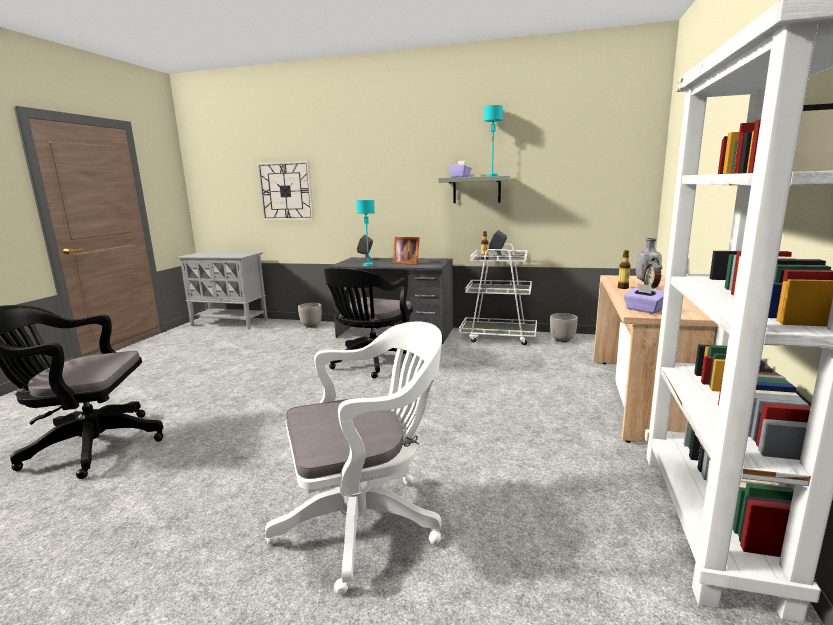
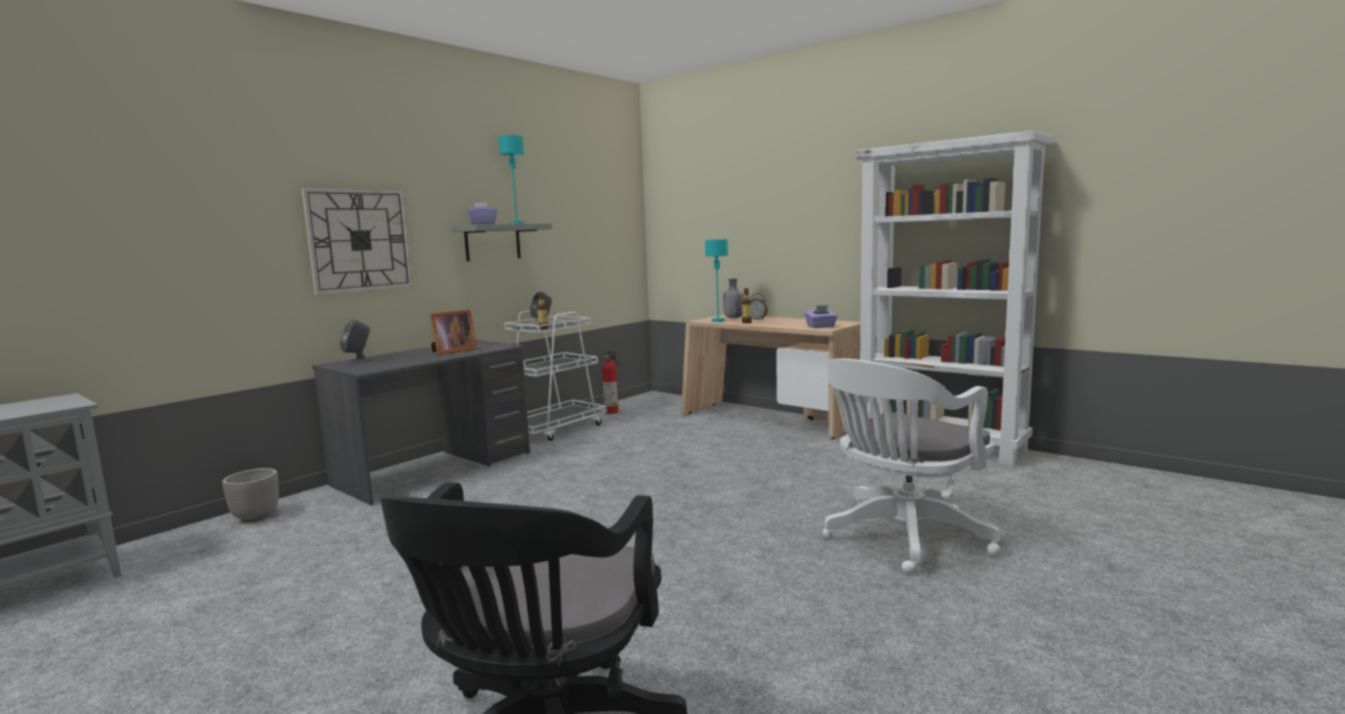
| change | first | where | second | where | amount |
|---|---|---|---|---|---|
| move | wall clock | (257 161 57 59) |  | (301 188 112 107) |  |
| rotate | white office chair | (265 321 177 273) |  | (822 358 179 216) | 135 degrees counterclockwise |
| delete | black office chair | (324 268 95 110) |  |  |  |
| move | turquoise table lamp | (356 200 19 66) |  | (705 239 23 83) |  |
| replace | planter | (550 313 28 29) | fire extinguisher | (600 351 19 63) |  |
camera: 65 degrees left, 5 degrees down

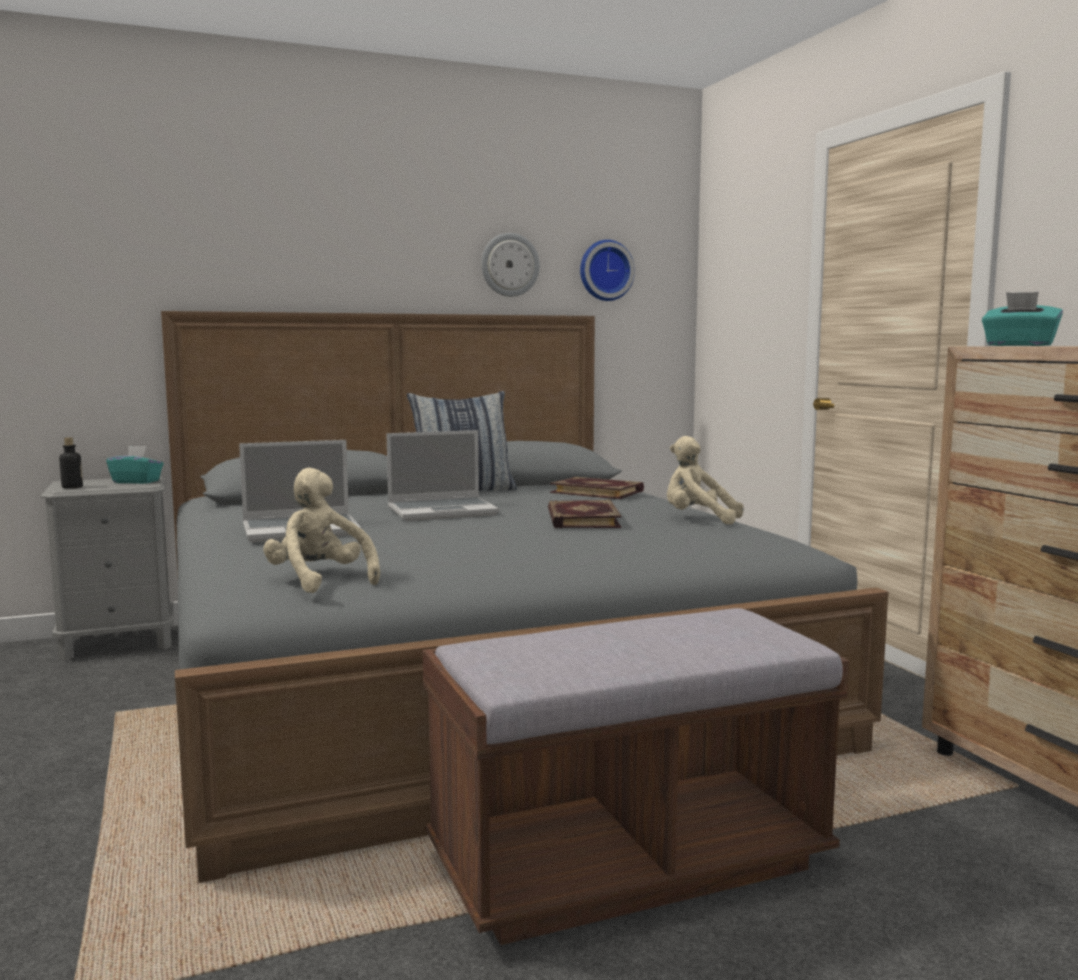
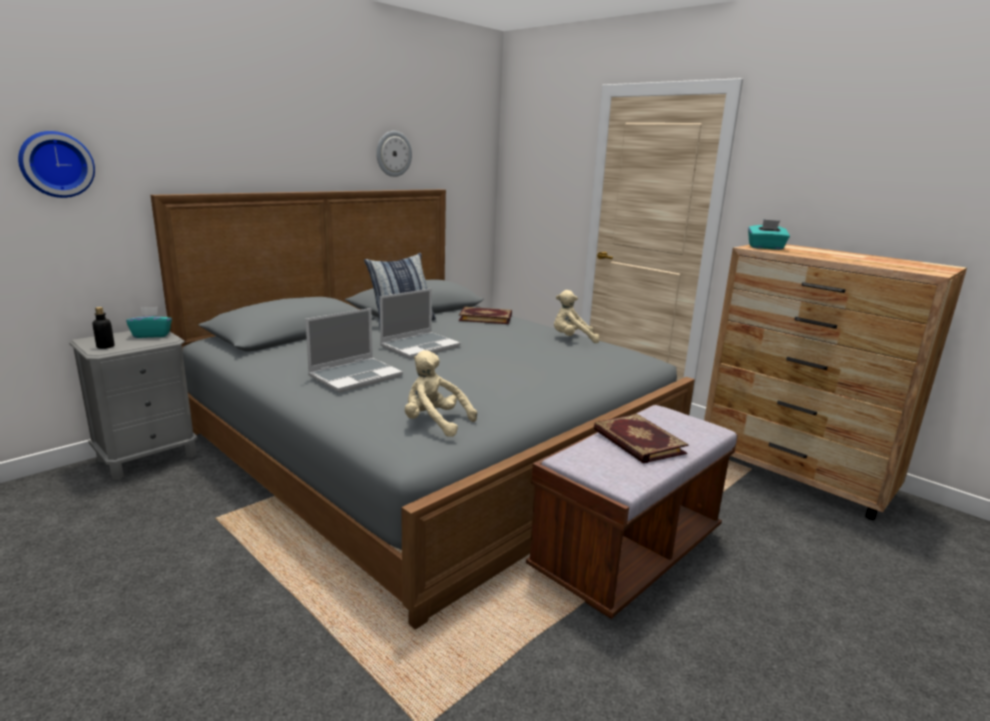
| change | first | where | second | where | amount |
|---|---|---|---|---|---|
| move | book | (548 500 74 28) |  | (594 414 95 49) |  |
| move | wall clock | (580 240 55 61) |  | (18 131 77 67) |  |
camera: 25 degrees left, 10 degrees up

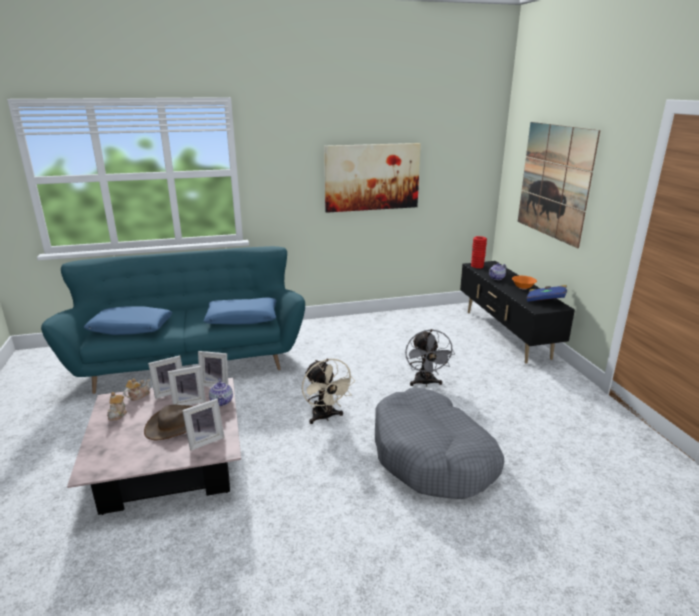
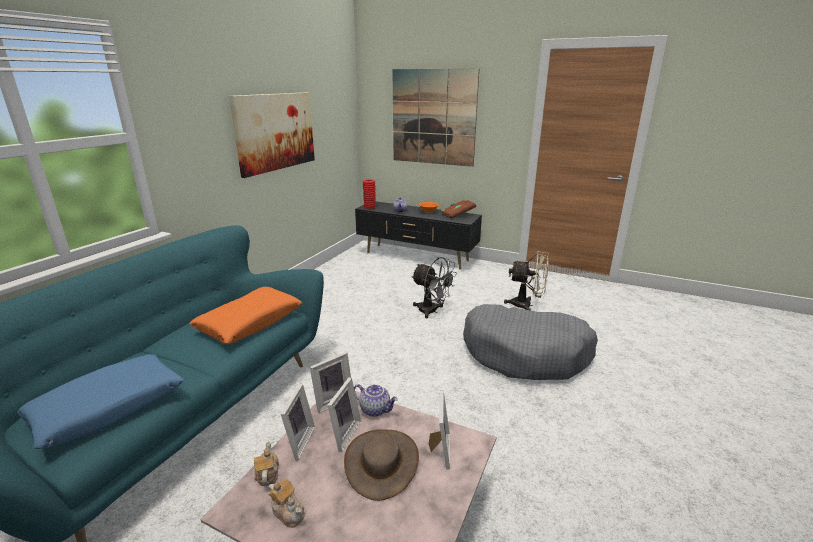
| change | first | where | second | where | amount |
|---|---|---|---|---|---|
| recolor | blue pillow | (204 298 73 27) | orange pillow | (189 287 113 57) |  |
| move | beige fan | (302 359 53 65) |  | (504 251 45 60) |  |
| recolor | blue book | (527 285 40 17) | brown book | (441 199 35 20) |  |
camera: 50 degrees left, 0 degrees up

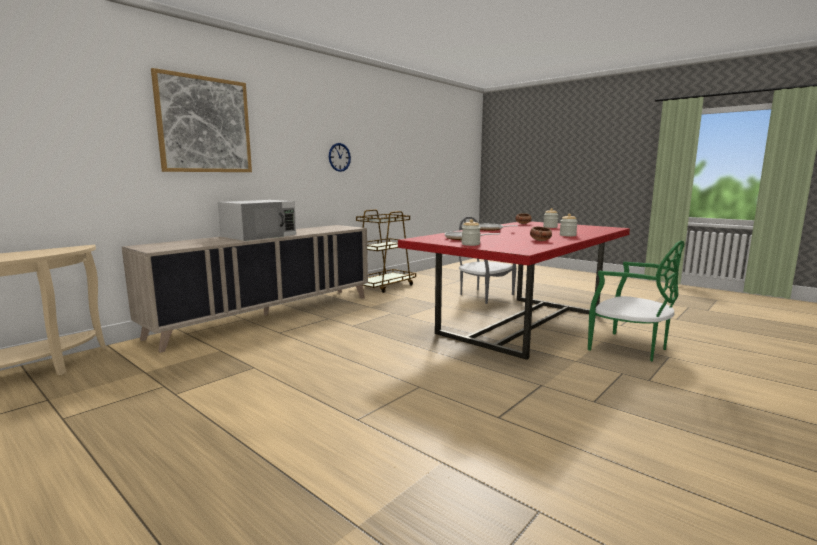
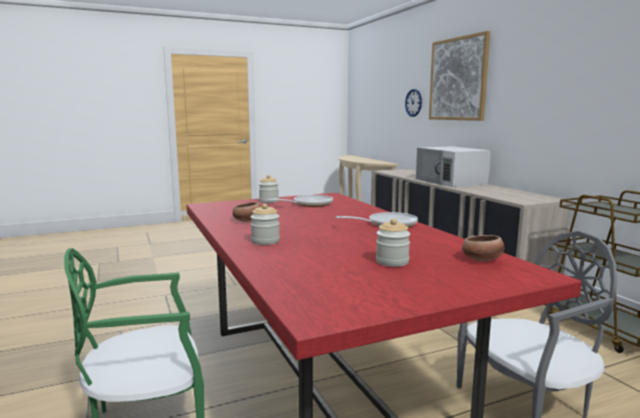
| change | first | where | second | where | amount |
|---|---|---|---|---|---|
| move | wall clock | (329 143 22 29) |  | (405 89 17 28) |  |
camera: 115 degrees right, 0 degrees up

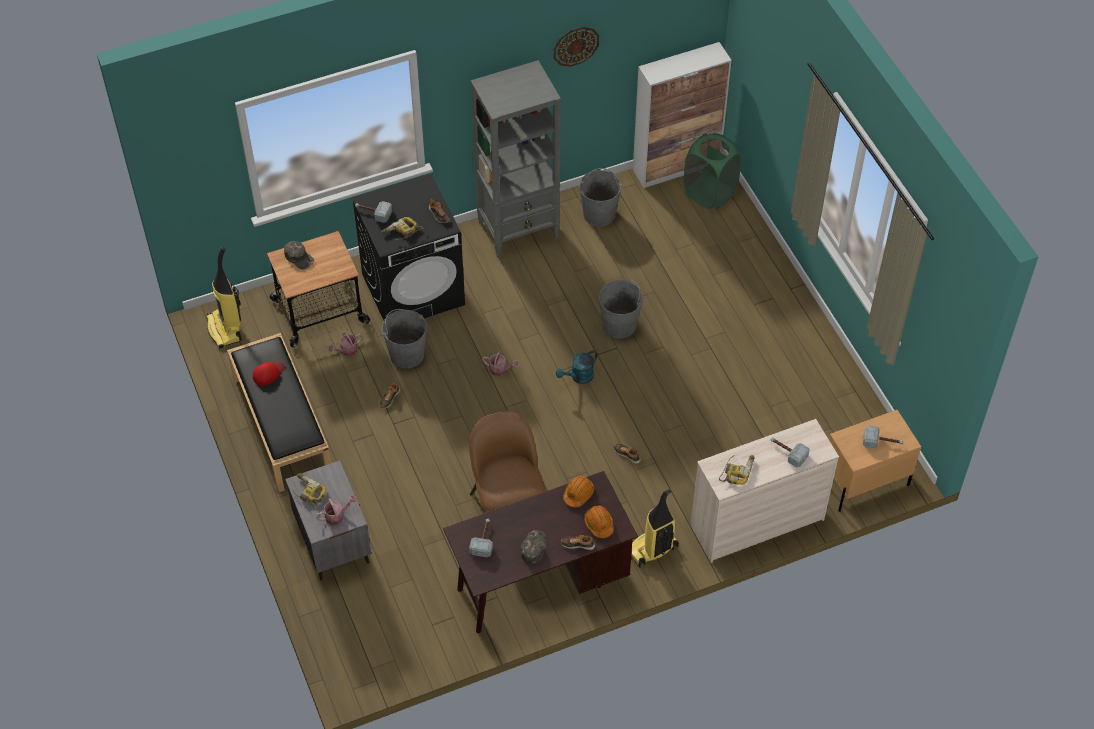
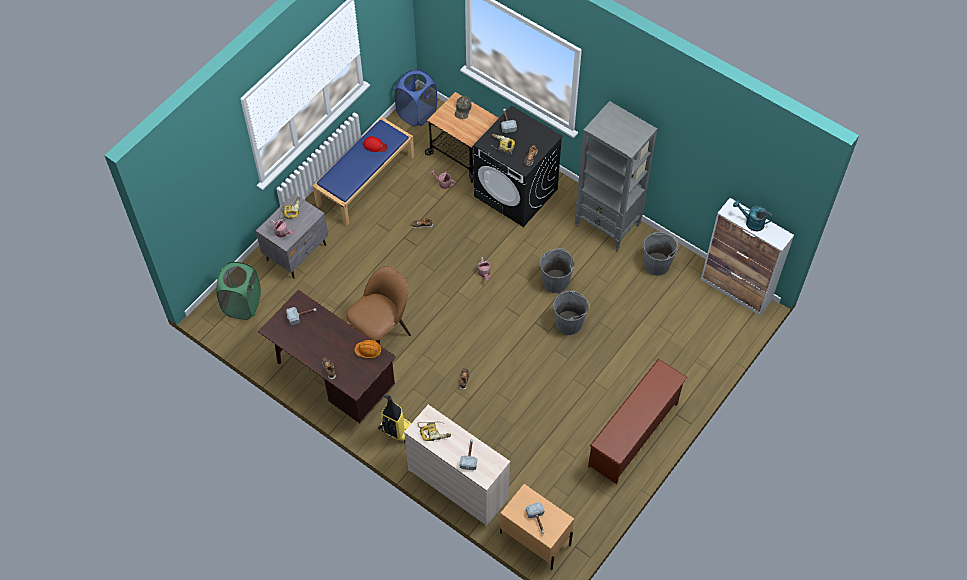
| change | first | where | second | where | amount |
|---|---|---|---|---|---|
| replace | vacuum cleaner | (206 247 36 102) | blue laundry basket | (395 69 42 58) |  |
| recolor | black bench | (227 333 104 159) | blue bench | (312 117 102 109) |  |
| move | grey bucket | (382 309 45 60) |  | (540 248 34 45) |  |
| delete | green cap | (520 530 27 34) |  |  |  |
| delete | wall clock | (553 27 46 40) |  |  |  |
| move | turquoise watering can | (556 350 41 34) |  | (733 200 39 31) |  |
| delete | orange hard hat | (584 505 30 33) |  |  |  |
| move | green laundry basket | (683 133 58 76) |  | (216 262 45 58) |  |
| insert |  |  | brown shoe rack | (588 359 99 125) |  |
camera: 60 degrees right, 5 degrees up

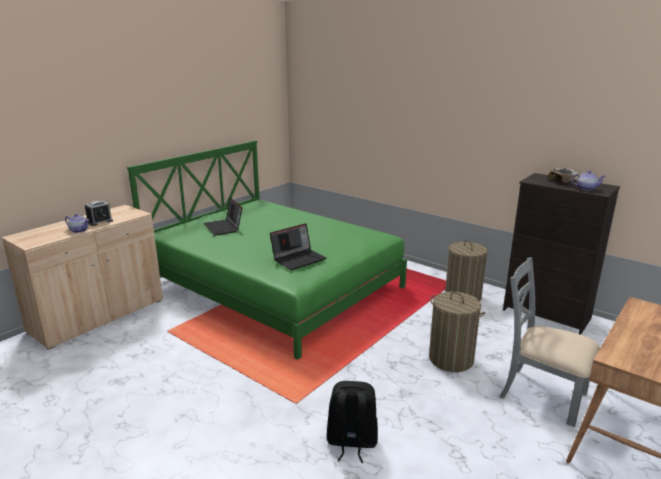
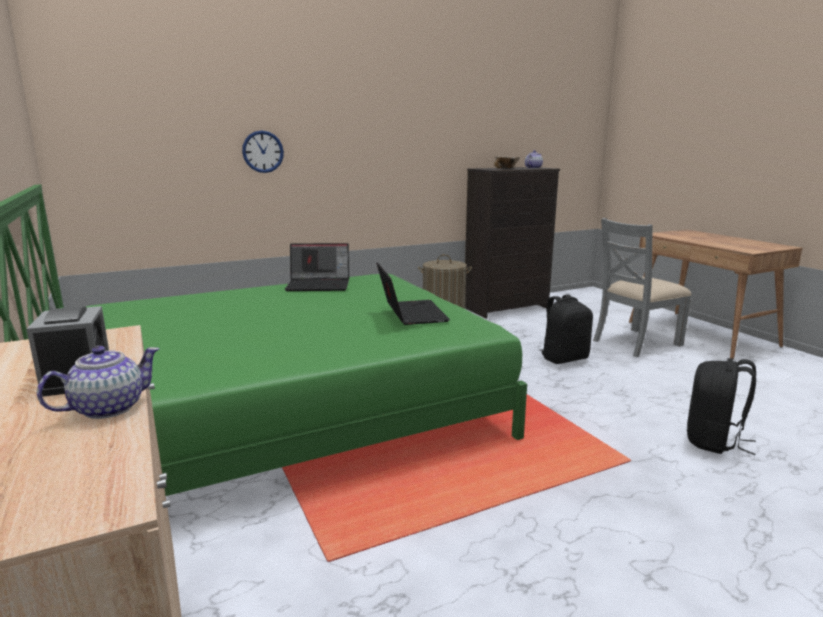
| change | first | where | second | where | amount |
|---|---|---|---|---|---|
| move | laptop | (204 198 38 38) |  | (285 243 64 48) |  |
| replace | laundry basket | (429 292 56 80) | black backpack | (540 295 53 69) |  |
| insert |  |  | wall clock | (242 131 42 42) |  |
camera: 65 degrees left, 5 degrees down

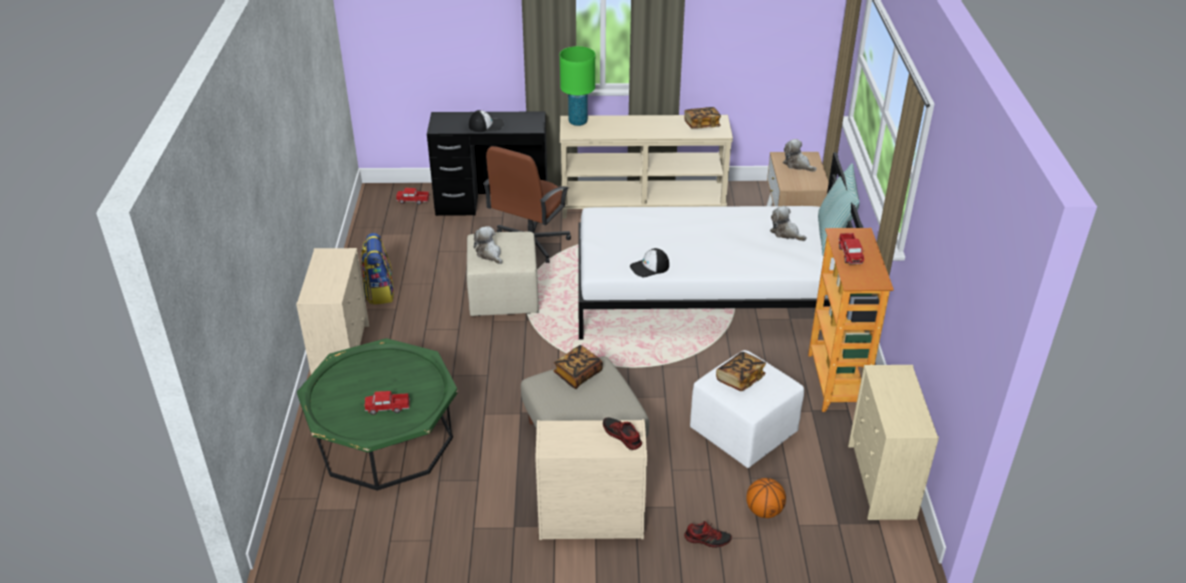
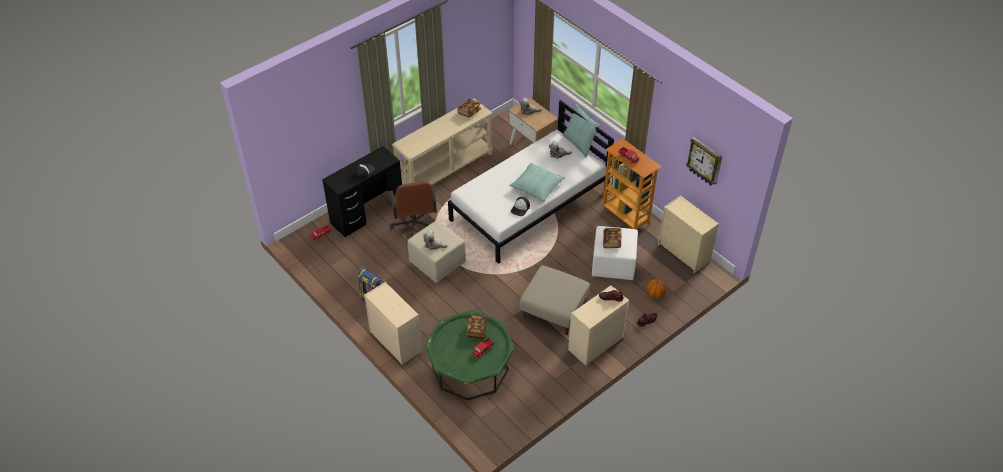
| change | first | where | second | where | amount |
|---|---|---|---|---|---|
| move | book | (554 345 49 44) |  | (466 315 21 24) |  |
| delete | green table lamp | (560 46 35 80) |  |  |  |
| insert |  |  | pillow | (509 163 56 39) |  |
| insert |  |  | wall clock | (686 137 36 49) |  |
camera: 40 degrees left, 10 degrees up

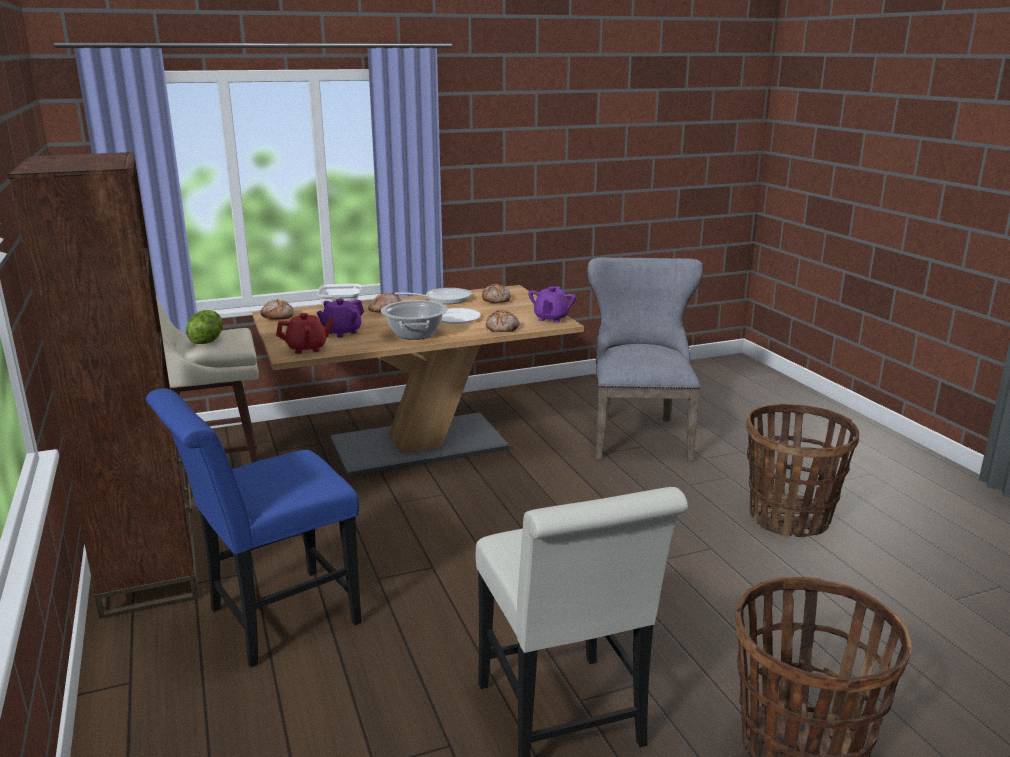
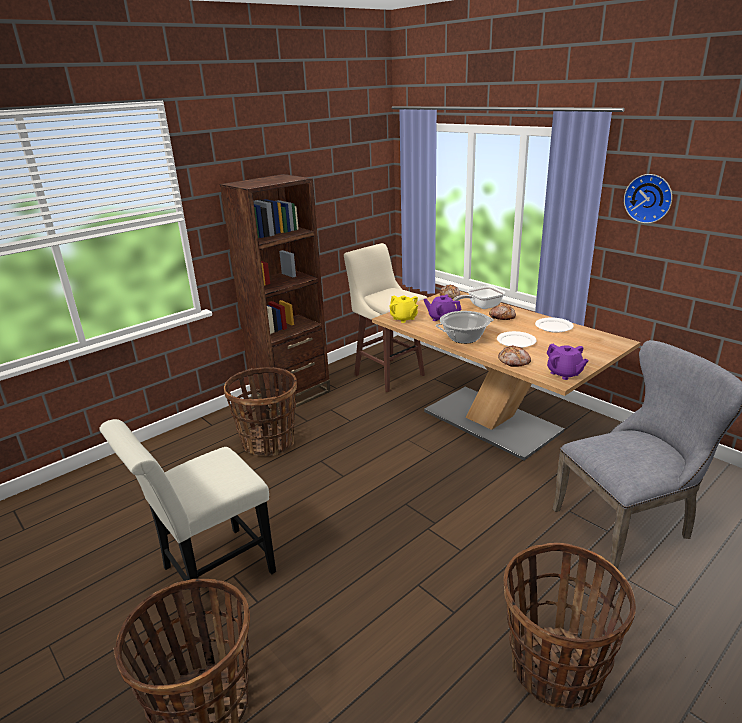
| change | first | where | second | where | amount |
|---|---|---|---|---|---|
| replace | blue chair | (146 388 216 279) | basket | (224 367 73 89) |  |
| delete | lettuce | (186 310 37 34) |  |  |  |
| recolor | red teapot | (276 313 58 41) | yellow teapot | (389 295 29 28) |  |
| replace | frying pan | (395 288 76 16) | white plate | (535 317 39 16) |  |
| delete | bread | (482 284 28 19) |  |  |  |
| rotate | purple teapot | (528 286 48 37) |  | (547 344 42 36) | 120 degrees counterclockwise |
| insert |  |  | wall clock | (624 174 48 50) |  |
camera: 70 degrees right, 5 degrees up

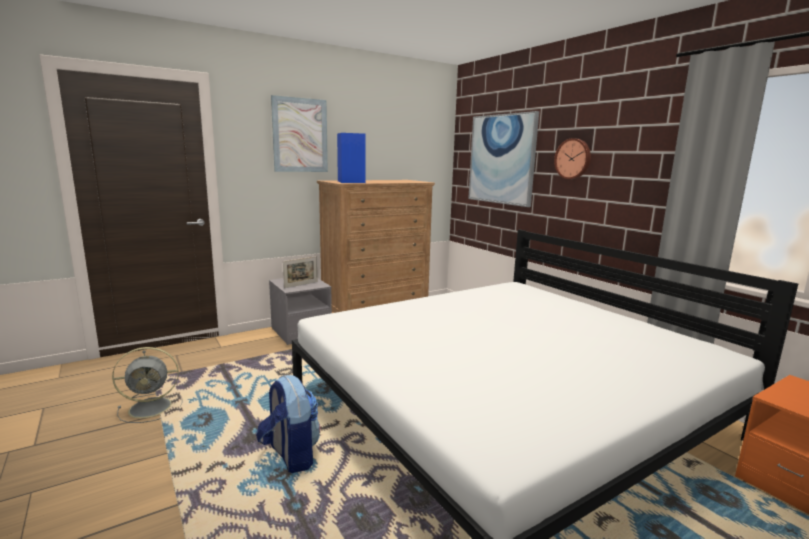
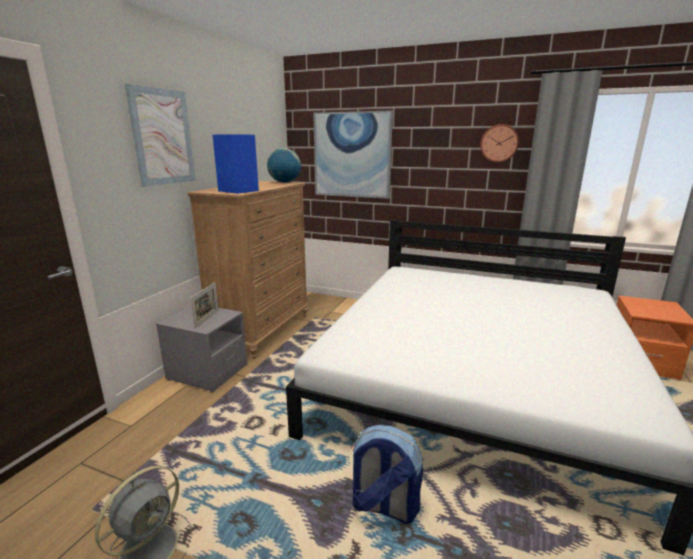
| change | first | where | second | where | amount |
|---|---|---|---|---|---|
| move | wall clock | (554 138 37 41) |  | (480 124 39 38) |  |
| insert |  |  | globe | (267 148 34 35) |  |
camera: 35 degrees left, 5 degrees up

